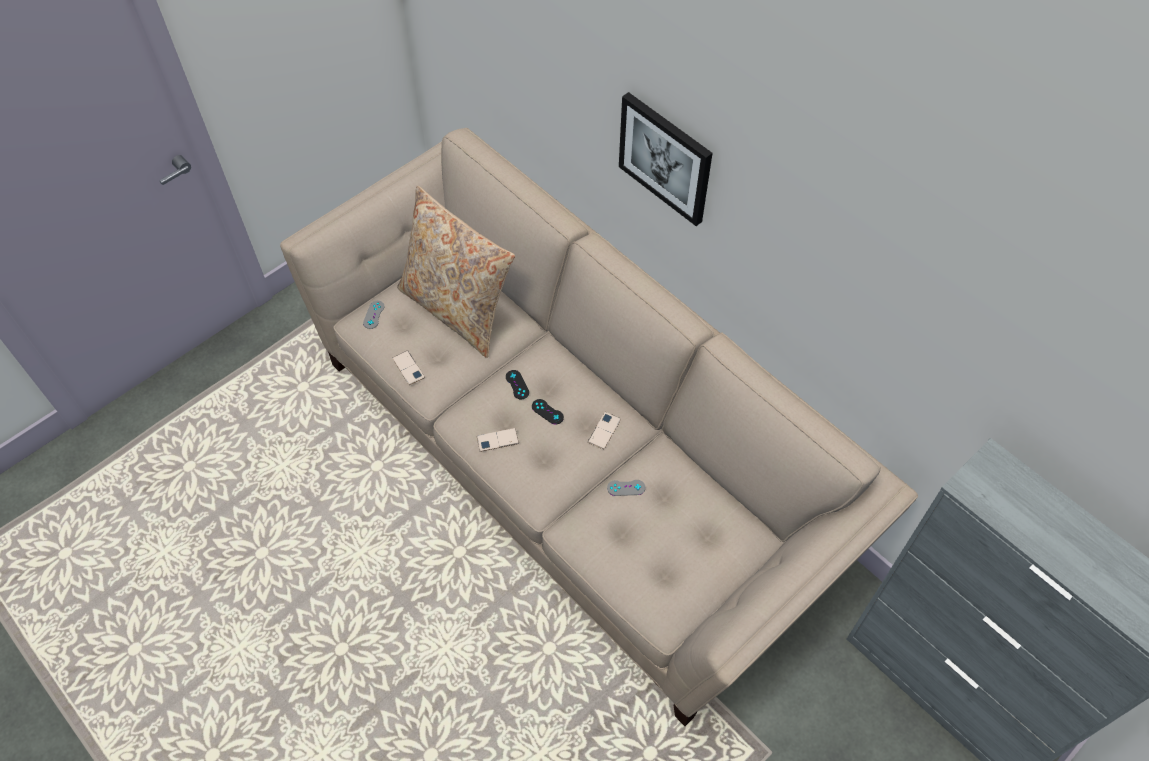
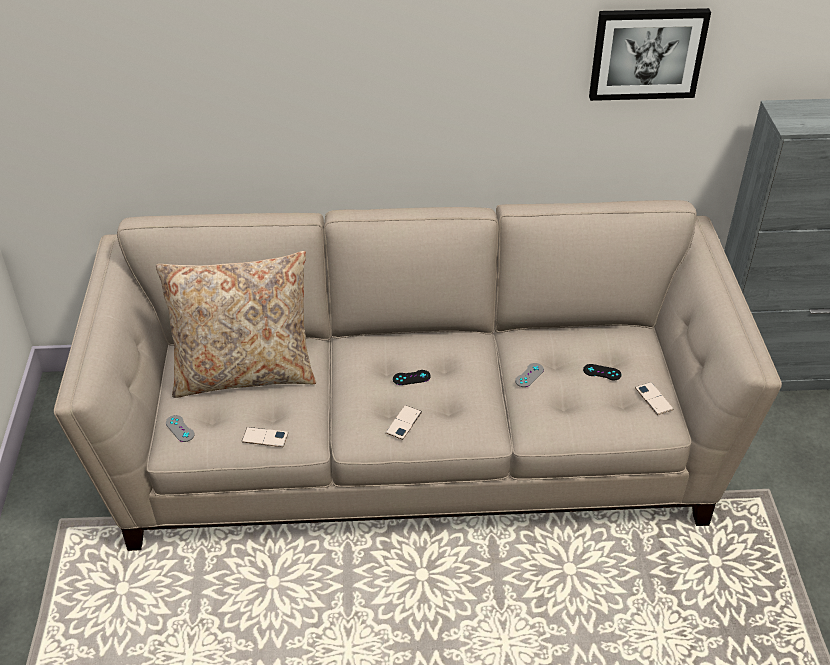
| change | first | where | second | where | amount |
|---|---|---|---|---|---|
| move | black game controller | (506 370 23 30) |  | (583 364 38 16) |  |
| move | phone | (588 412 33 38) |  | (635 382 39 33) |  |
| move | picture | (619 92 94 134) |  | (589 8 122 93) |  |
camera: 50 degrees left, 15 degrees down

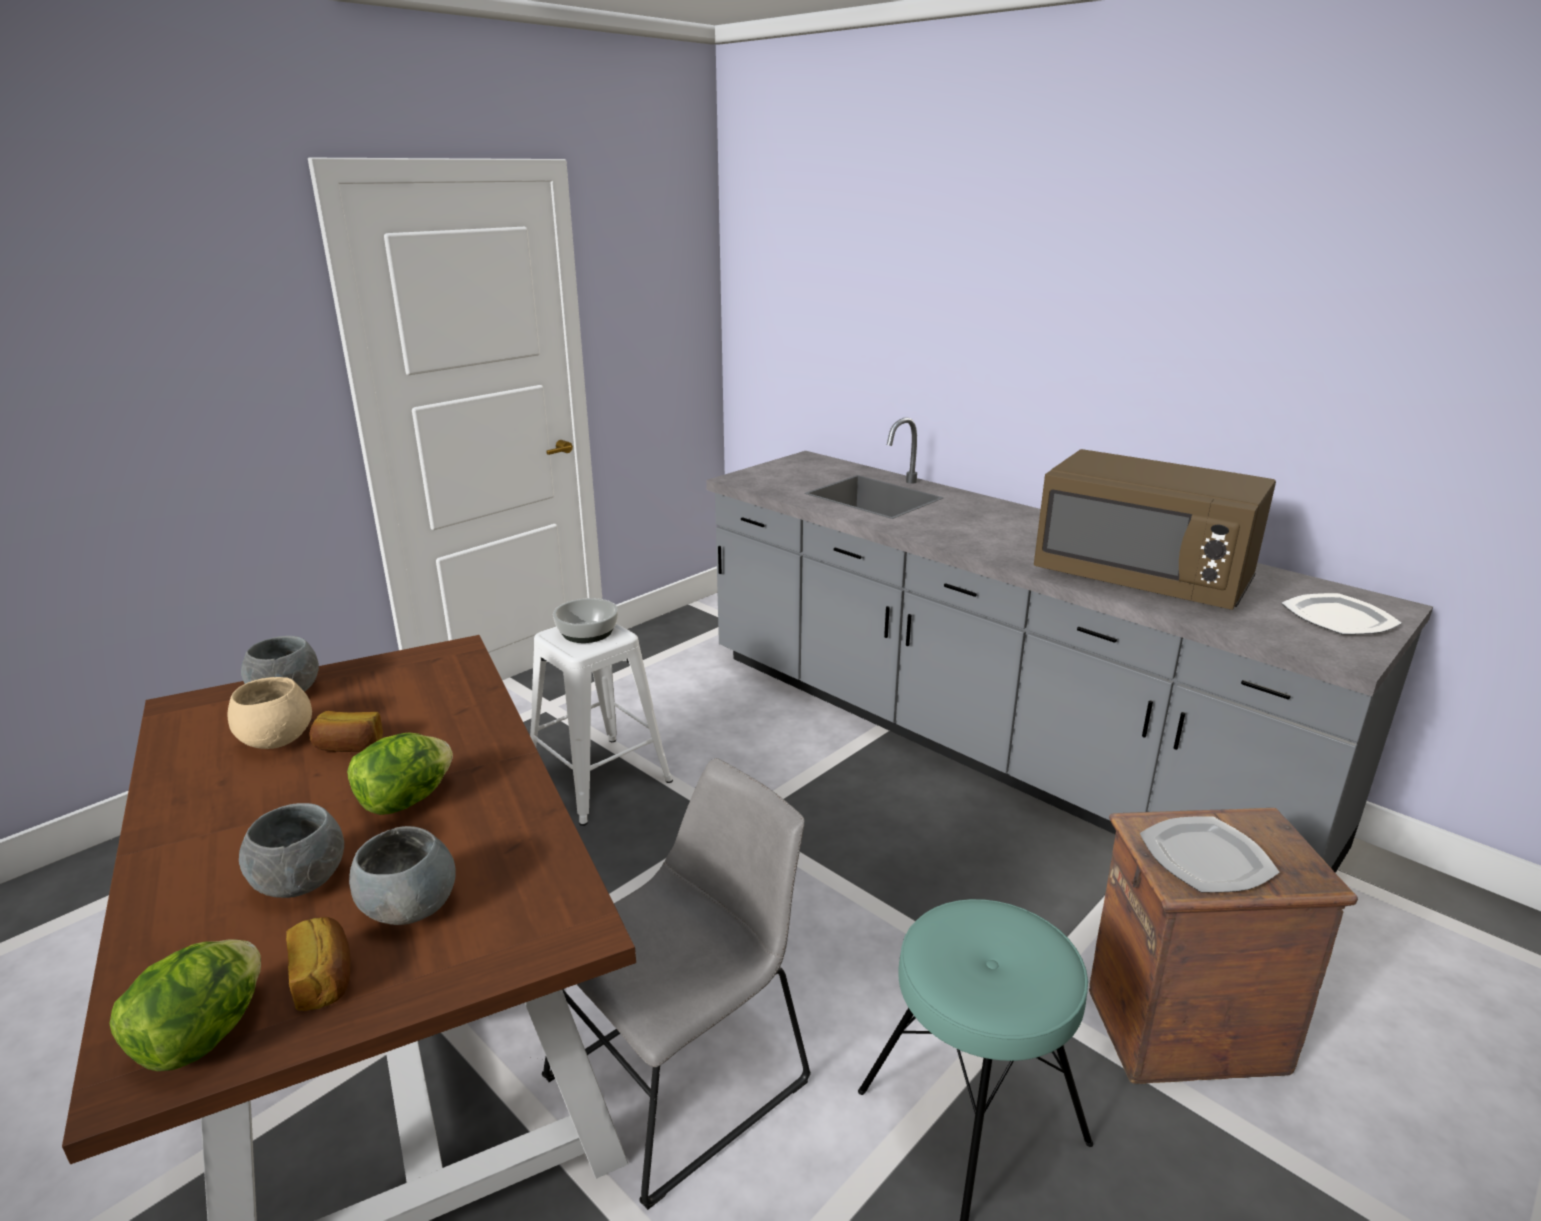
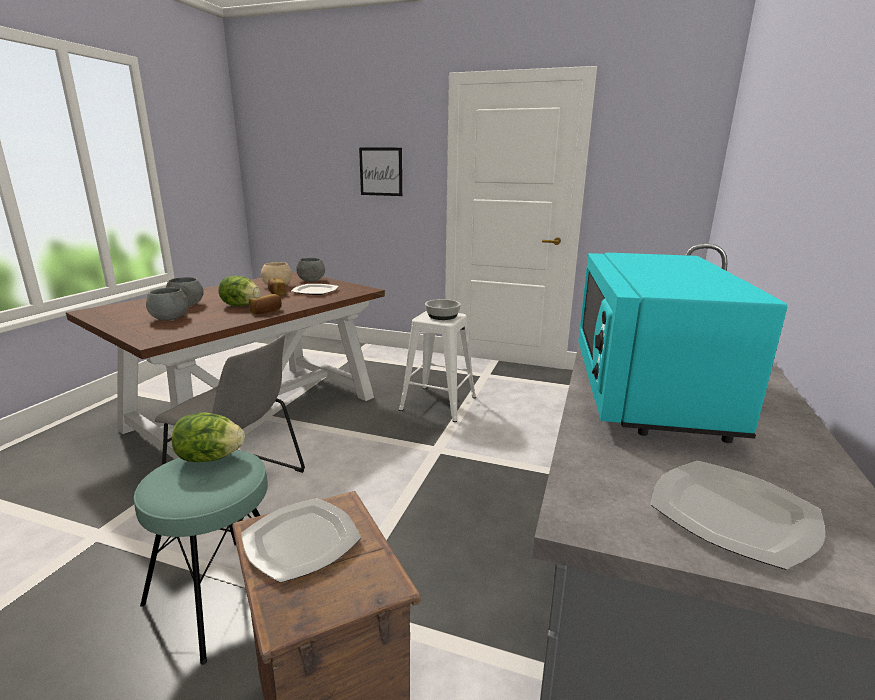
| change | first | where | second | where | amount |
|---|---|---|---|---|---|
| move | lettuce | (109 939 152 132) |  | (172 412 73 50) |  |
| move | bread | (286 917 64 94) |  | (249 294 33 20) |  |
| recolor | brown microwave | (1034 449 242 161) | turquoise microwave | (578 253 209 190) |  |
| insert |  |  | plate | (291 284 47 11) |  |
| insert |  |  | picture | (359 148 43 48) |  |
camera: 65 degrees right, 5 degrees down

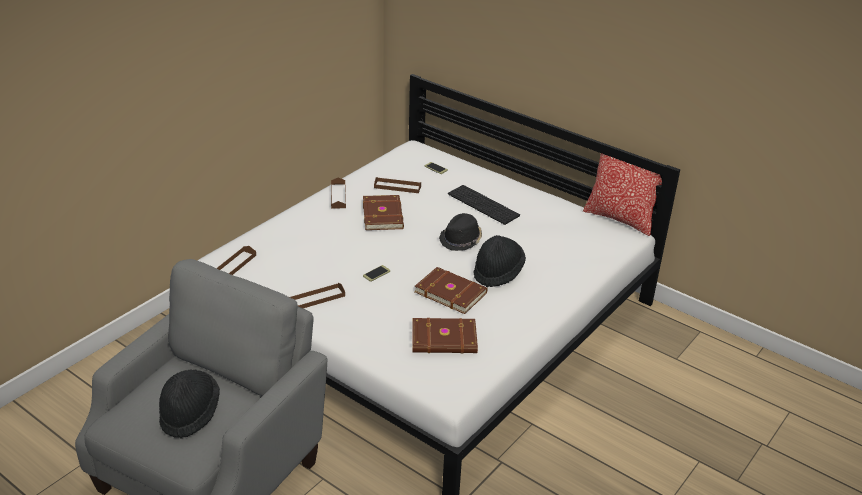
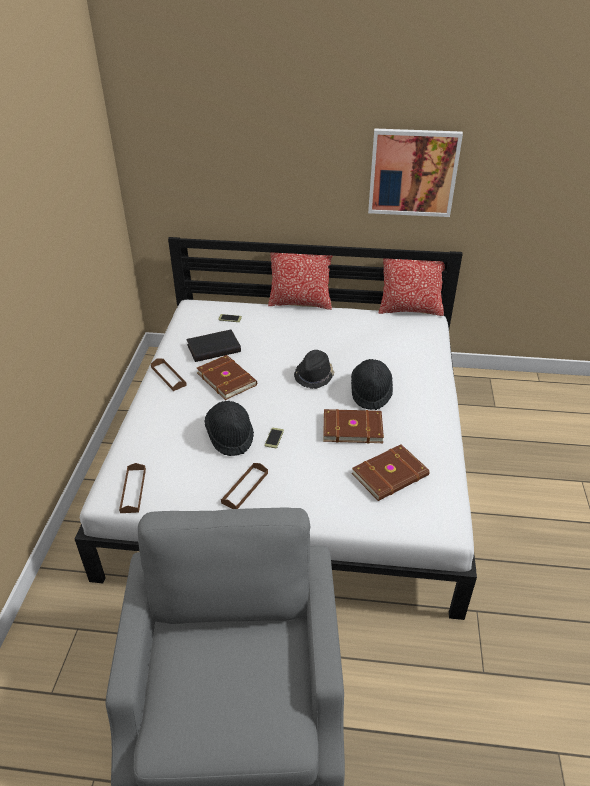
| change | first | where | second | where | amount |
|---|---|---|---|---|---|
| move | black hat | (159 370 61 69) |  | (204 401 50 55) |  |
| replace | brown tray | (374 177 47 16) | black book | (186 330 55 32) |  |
| delete | keyboard | (448 185 72 40) |  |  |  |
| insert |  |  | pillow | (268 252 64 58) |  |
| insert |  |  | picture | (368 128 95 89) |  |
camera: 30 degrees left, 5 degrees up

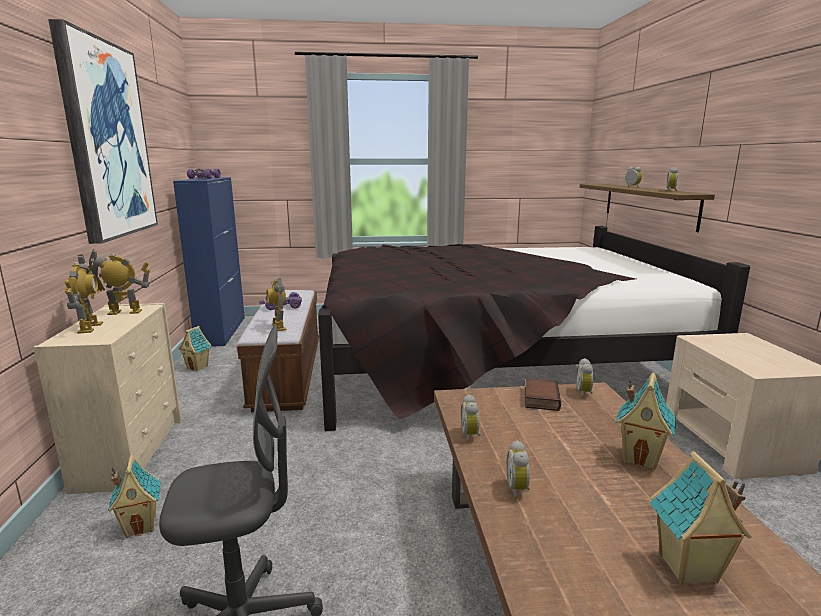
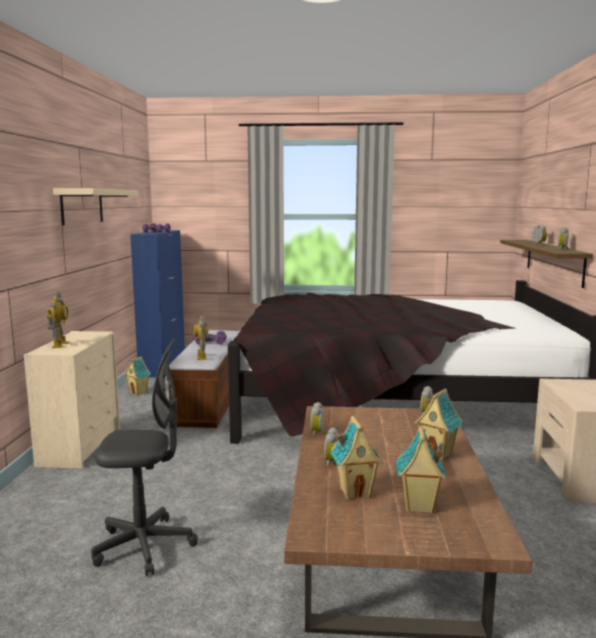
| change | first | where | second | where | amount |
|---|---|---|---|---|---|
| replace | picture | (48 19 110 225) | beige shelf | (53 188 85 37) |  |
| delete | toy robot | (88 249 62 66) |  |  |  |
| move | toy house | (108 455 53 83) |  | (330 416 53 84) |  |
| delete | book | (525 378 36 33) |  |  |  |
camera: 10 degrees right, 5 degrees down

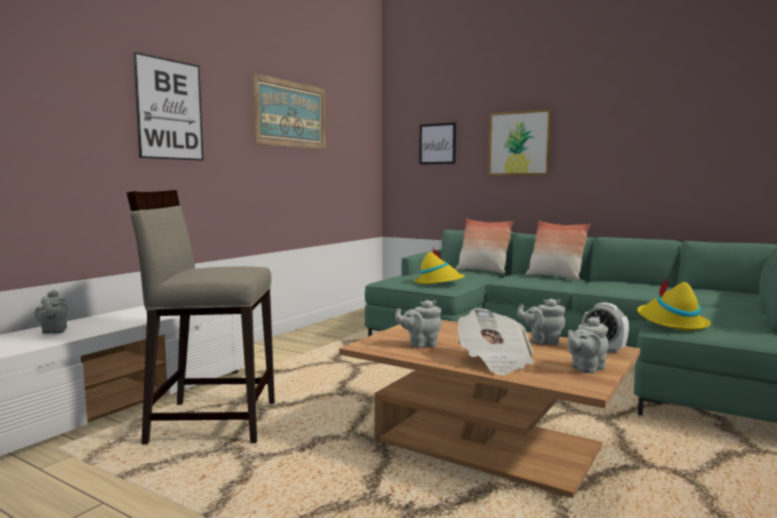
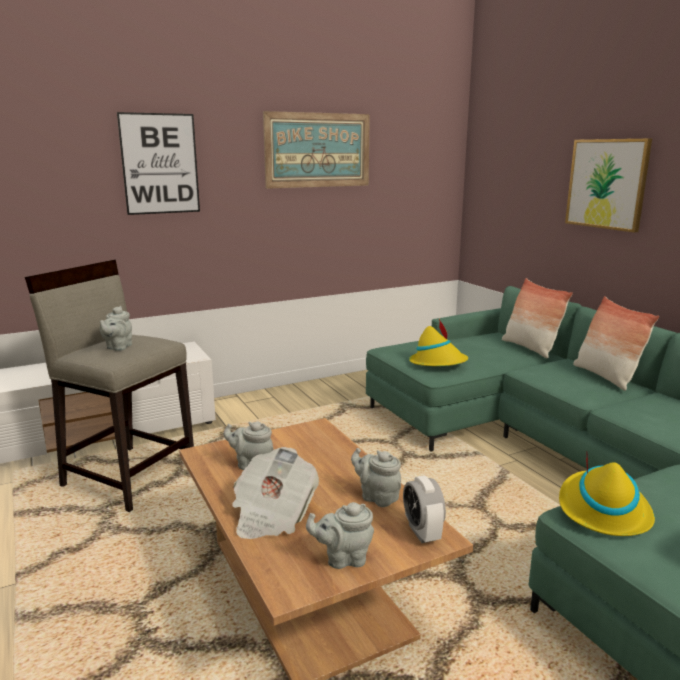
| change | first | where | second | where | amount |
|---|---|---|---|---|---|
| move | grey teapot | (35 289 33 45) |  | (100 306 32 45) |  |
| delete | picture | (419 122 37 43) |  |  |  |
camera: 30 degrees right, 10 degrees up

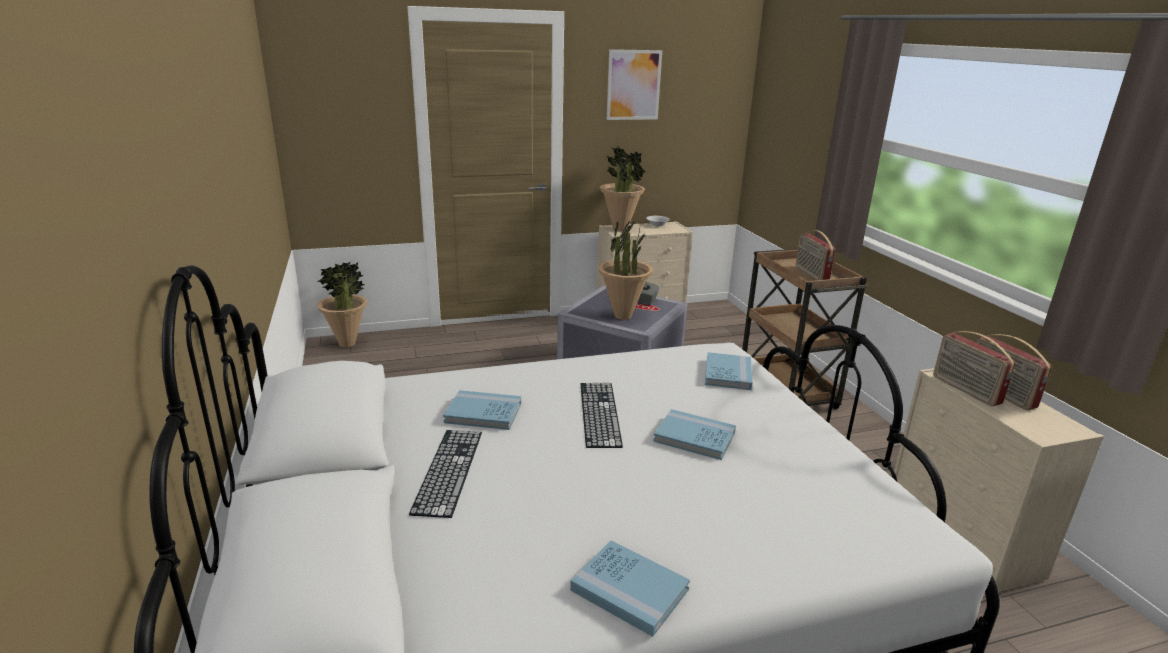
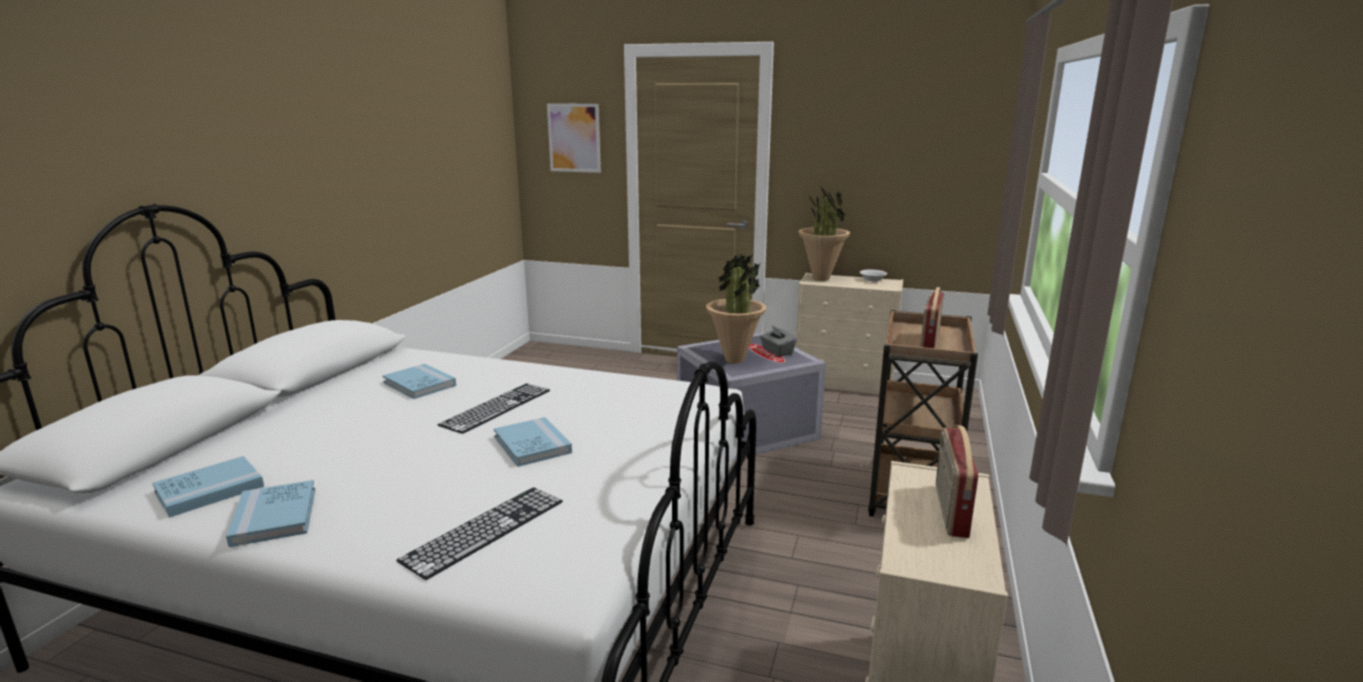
| change | first | where | second | where | amount |
|---|---|---|---|---|---|
| delete | potted plant | (317 262 50 85) |  |  |  |
| move | keyboard | (409 430 73 88) |  | (396 487 167 93) |  |
| move | picture | (606 49 56 71) |  | (547 103 54 70) |  |
| move | blue book | (705 352 47 38) |  | (152 456 112 62) |  |
| delete | radio | (933 331 83 75) |  |  |  |
camera: 35 degrees right, 5 degrees down

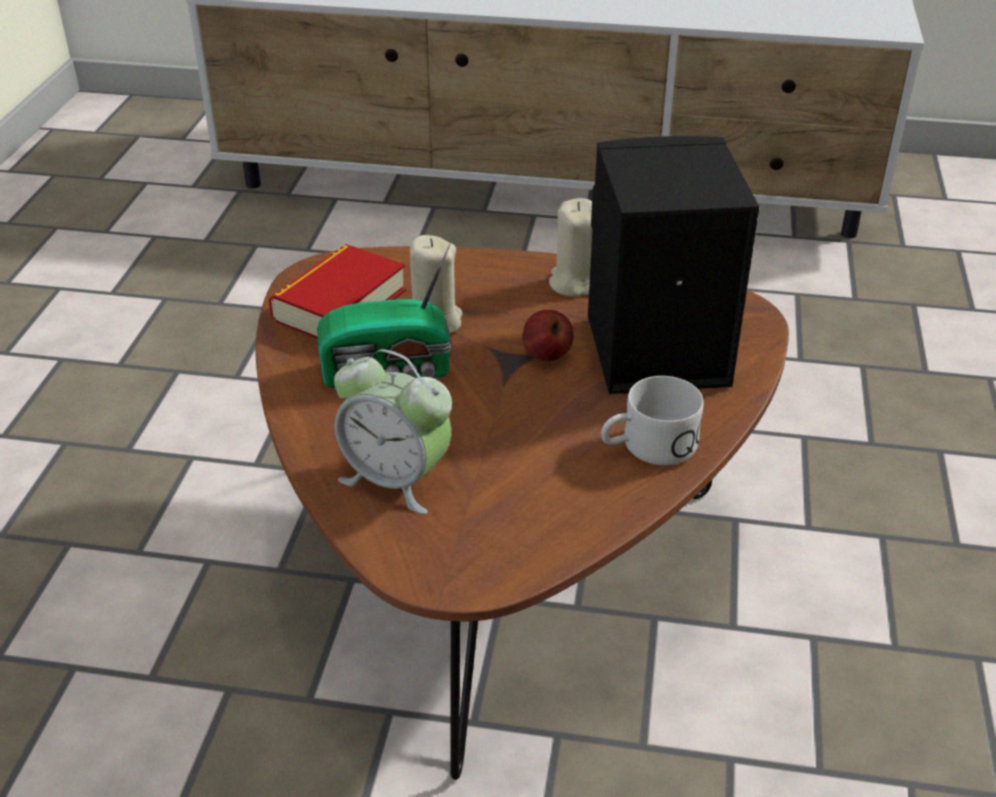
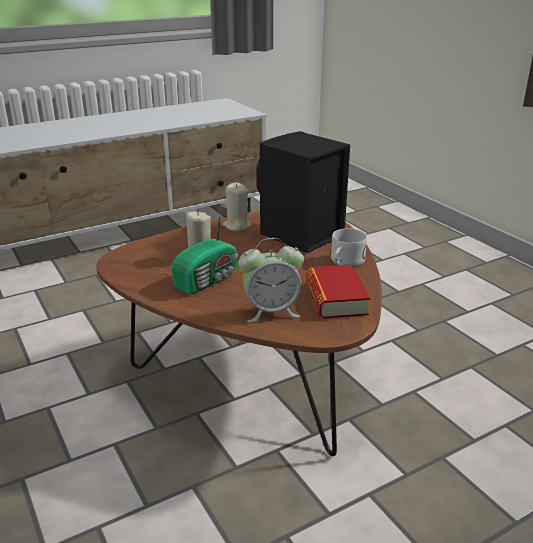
| change | first | where | second | where | amount |
|---|---|---|---|---|---|
| move | book | (269 244 137 95) |  | (306 265 64 53) |  |
| delete | apple | (522 310 51 51) |  |  |  |
camera: 40 degrees left, 10 degrees down

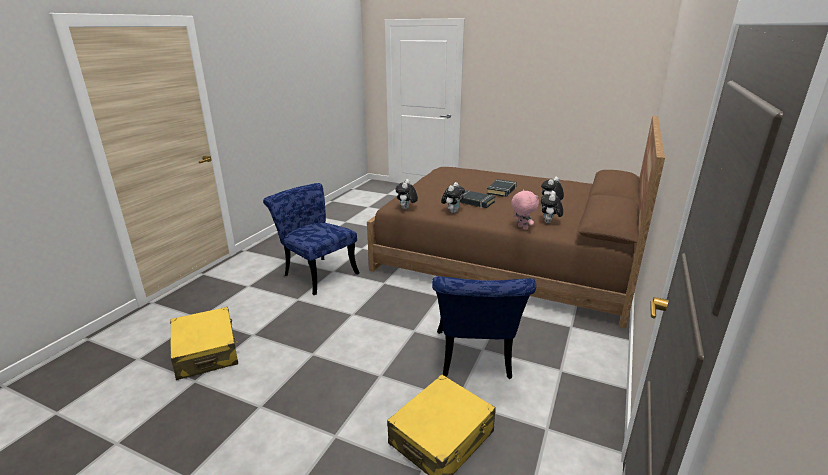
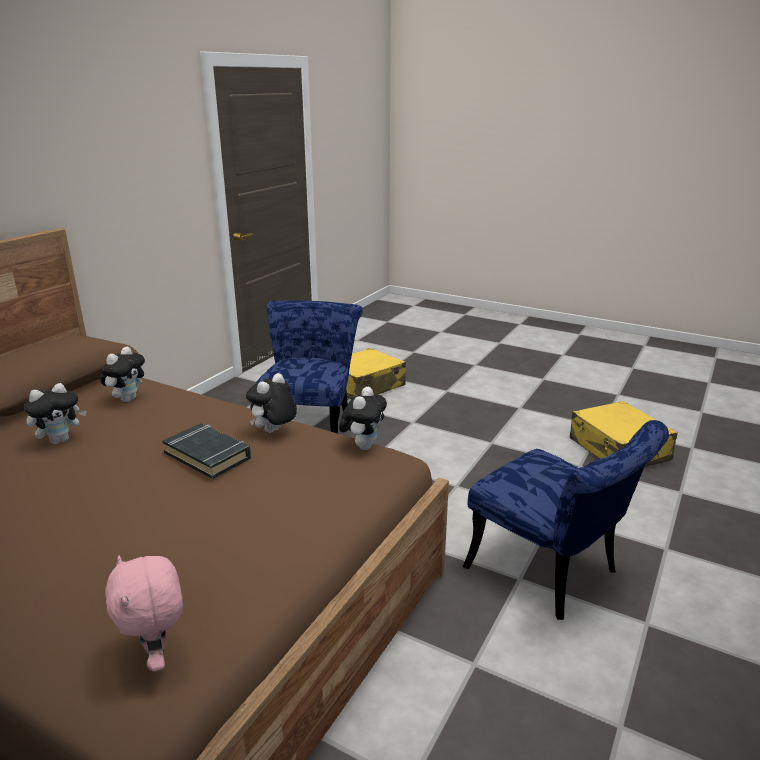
| change | first | where | second | where | amount |
|---|---|---|---|---|---|
| delete | black book | (487 179 30 18) |  |  |  |
| move | pink plush toy | (511 190 28 40) |  | (105 555 78 117) |  |
camera: 175 degrees left, 0 degrees up

